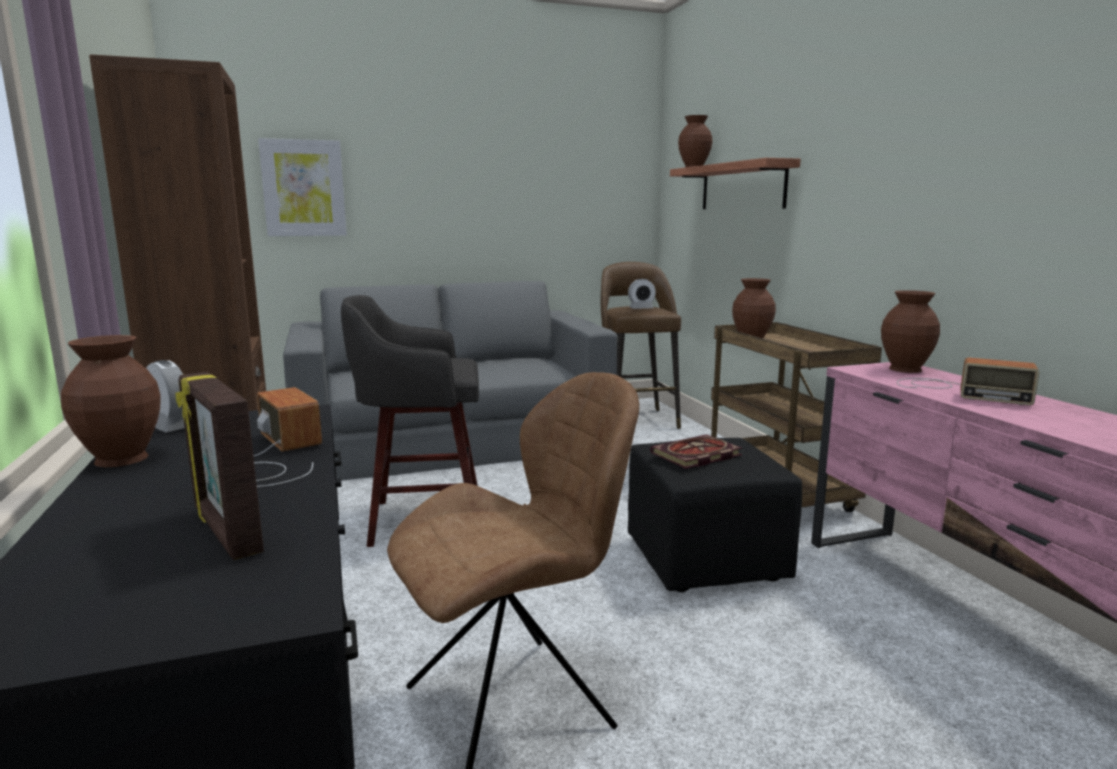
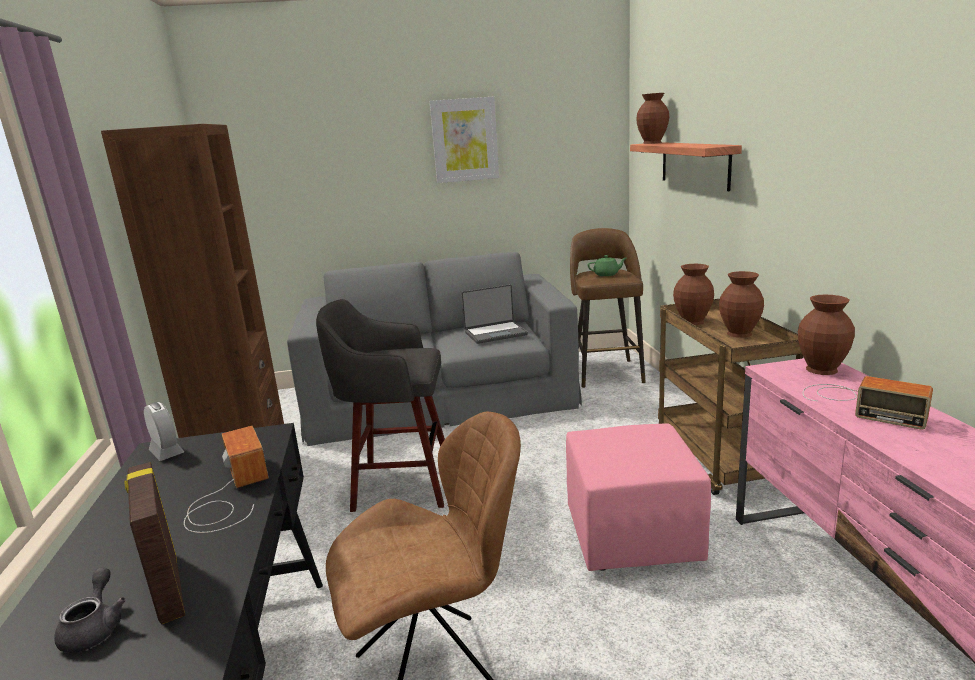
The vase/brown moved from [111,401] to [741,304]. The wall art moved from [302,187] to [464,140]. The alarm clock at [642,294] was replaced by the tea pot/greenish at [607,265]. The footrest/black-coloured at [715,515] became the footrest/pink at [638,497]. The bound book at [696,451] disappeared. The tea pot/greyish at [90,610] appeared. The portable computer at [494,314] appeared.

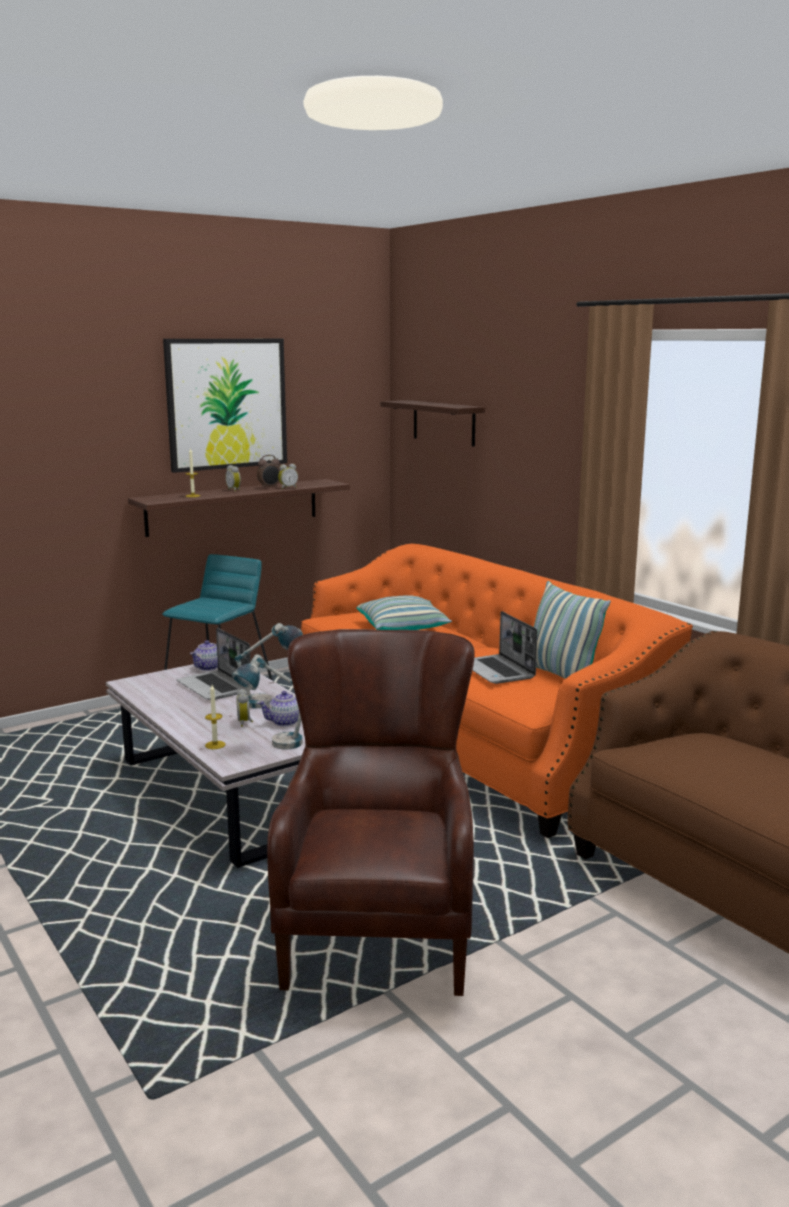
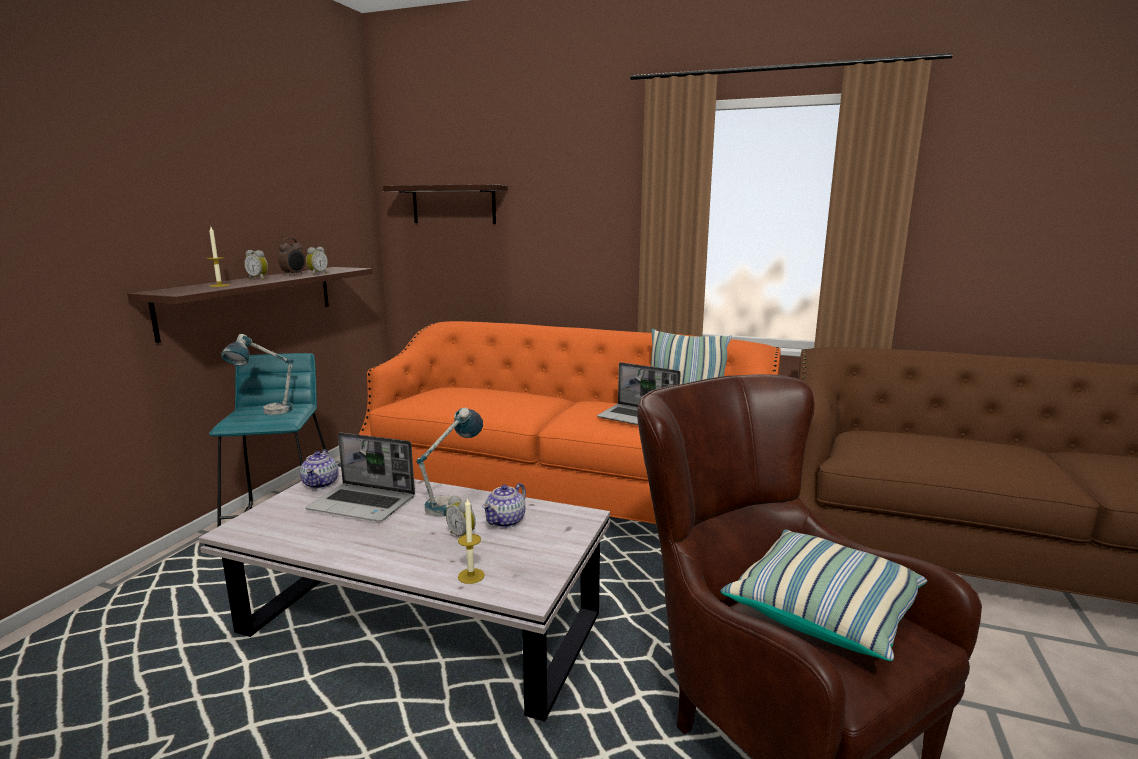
The wall art at [225,406] disappeared. The table lamp moved from [267,702] to [257,374]. The cushion moved from [404,612] to [823,595].

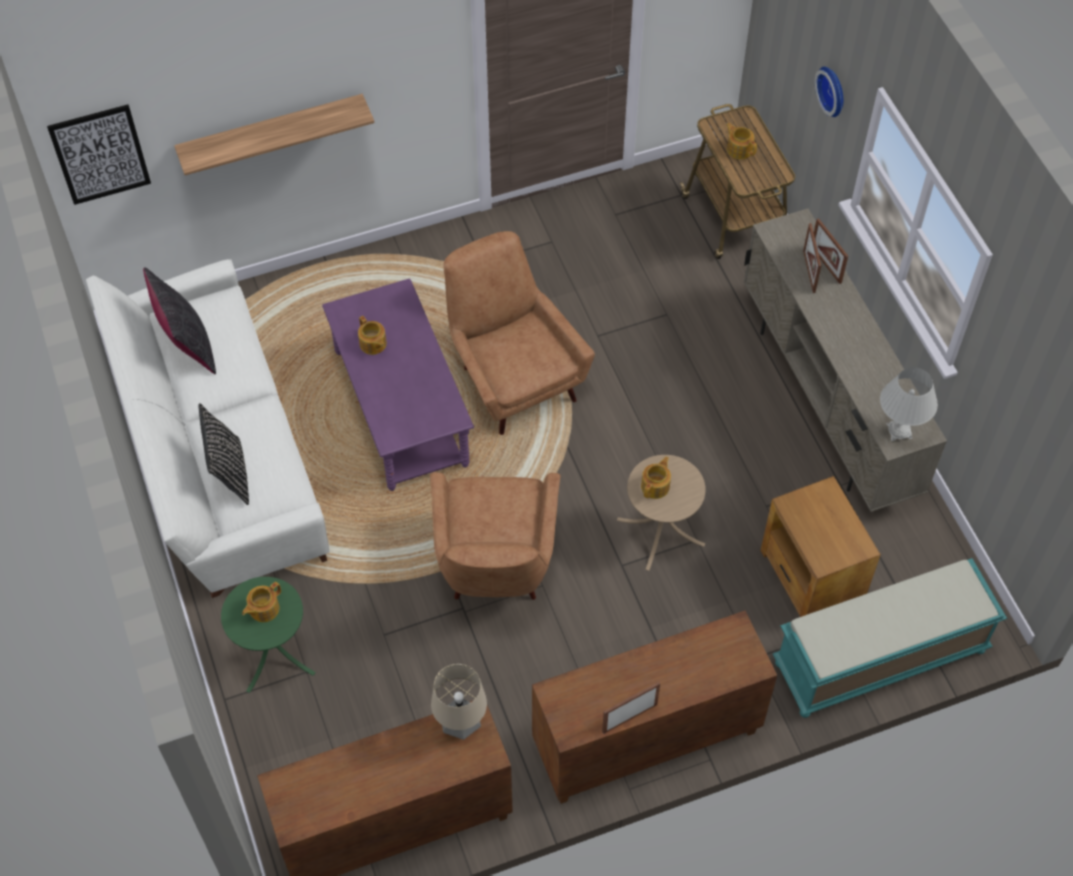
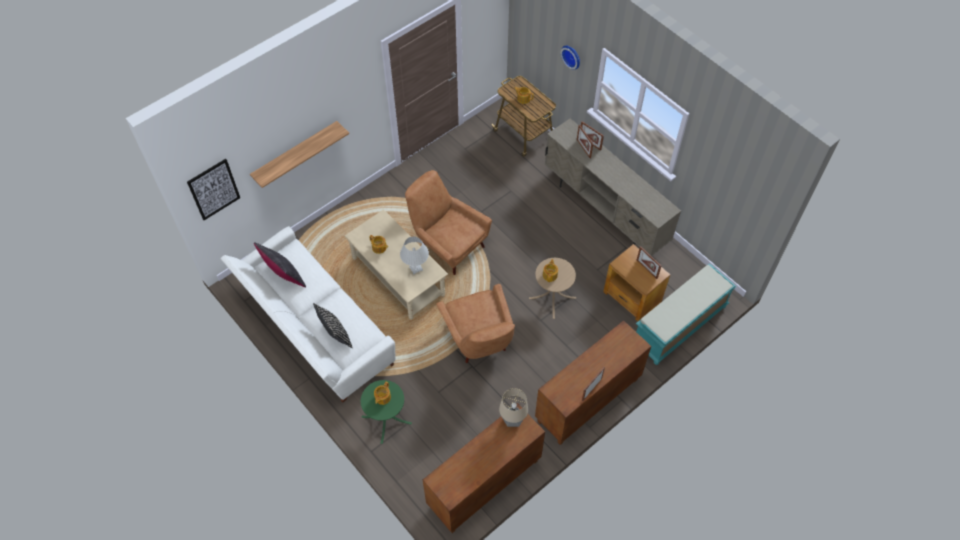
The low table/purple at [398,385] became the low table/sand-coloured at [396,265]. The table lamp/whitish moved from [909,404] to [414,255]. The photo frame at [649,263] appeared.

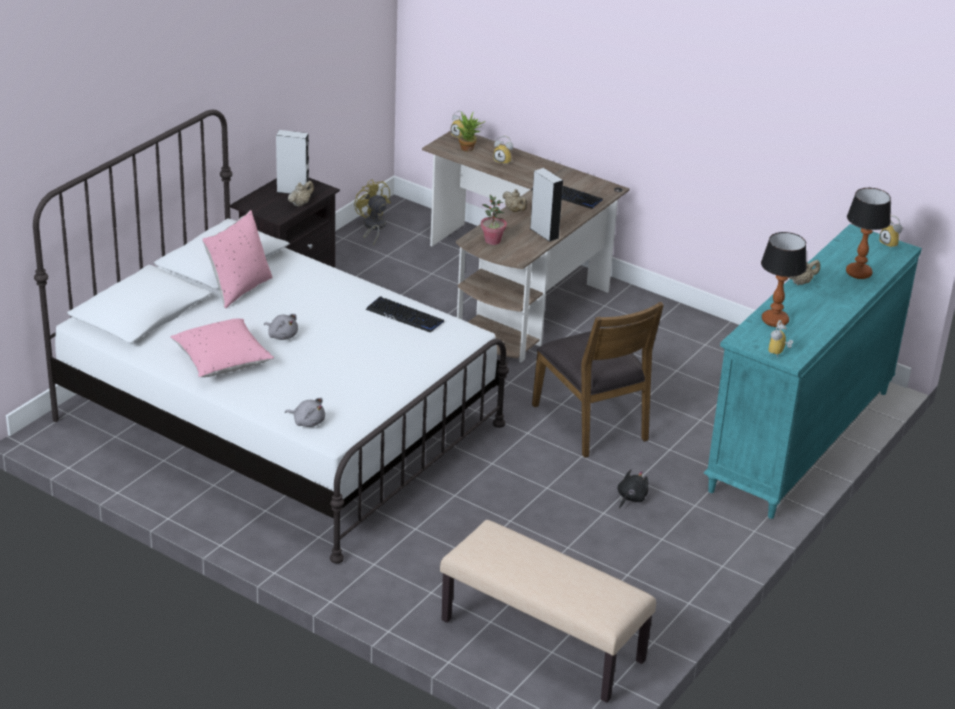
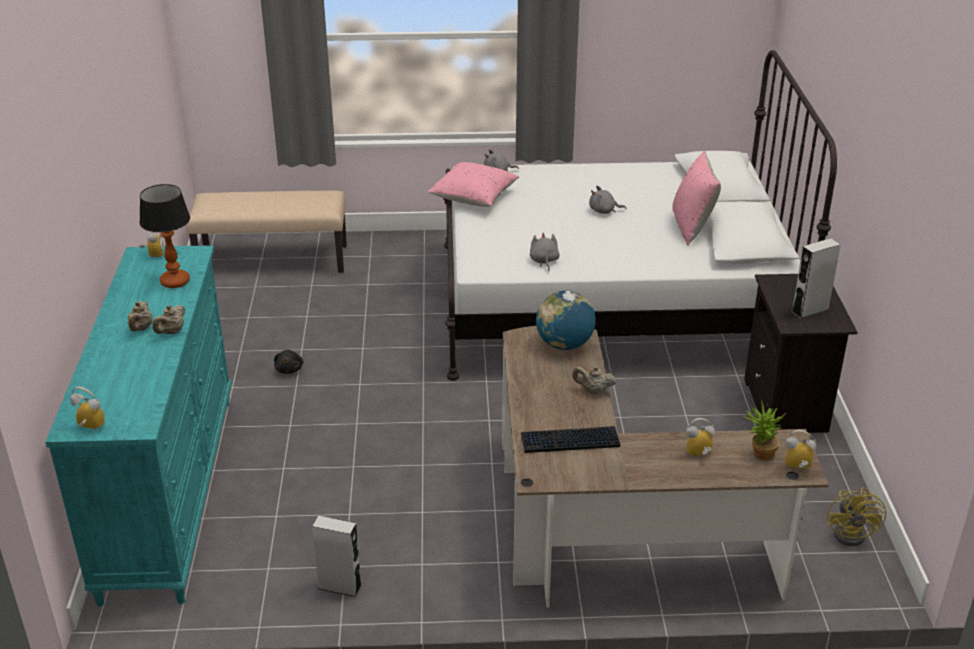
The cushion/pink moved from [222,348] to [473,184]. The tea pot/sand-coloured moved from [301,194] to [140,316]. The electric fan/yellow at [372,212] turned 75 degrees clockwise. The keyboard at [405,314] was replaced by the soft toy/greyish at [545,252]. The houseplant at [494,220] was replaced by the world globe at [566,320]. The loudspeaker/greyish moved from [546,205] to [337,556]. The plain chair/brown at [598,380] disappeared. The table lamp at [868,233] disappeared.

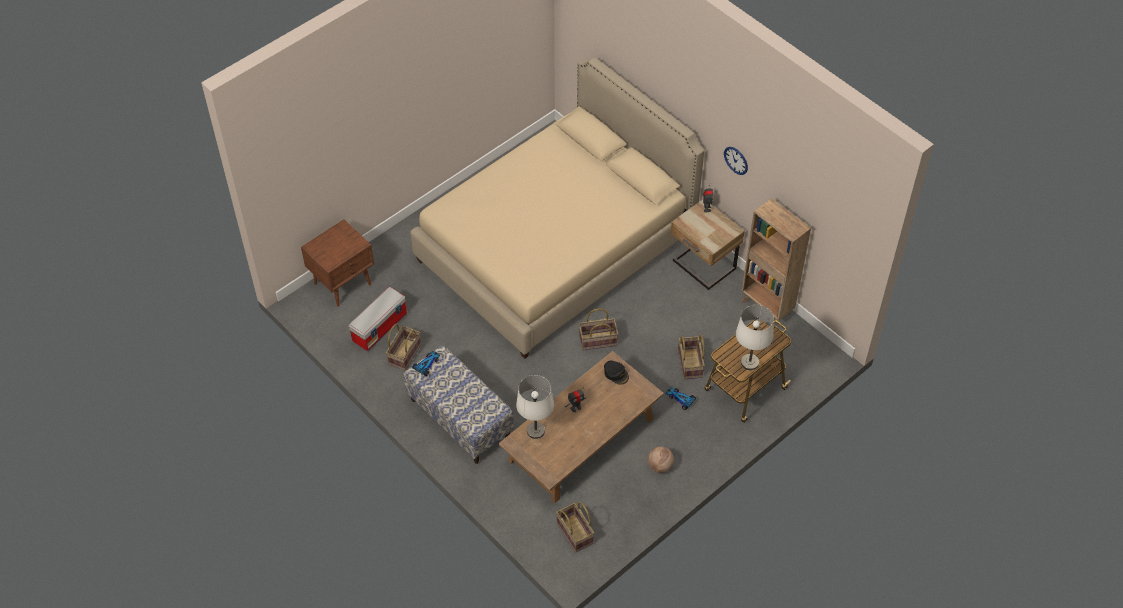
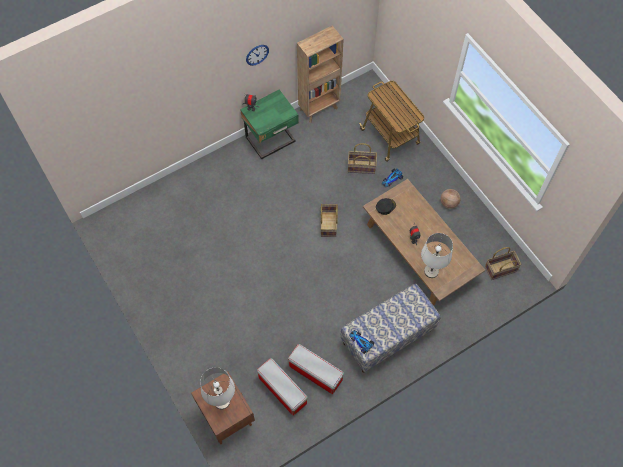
The basket at [403,347] was replaced by the storage container at [316,369]. The bedroom bed/sand-coloured at [557,208] disappeared. The nightstand/sand-coloured at [708,244] became the nightstand/greenish at [269,124]. The table lamp/whitish moved from [755,337] to [217,388].

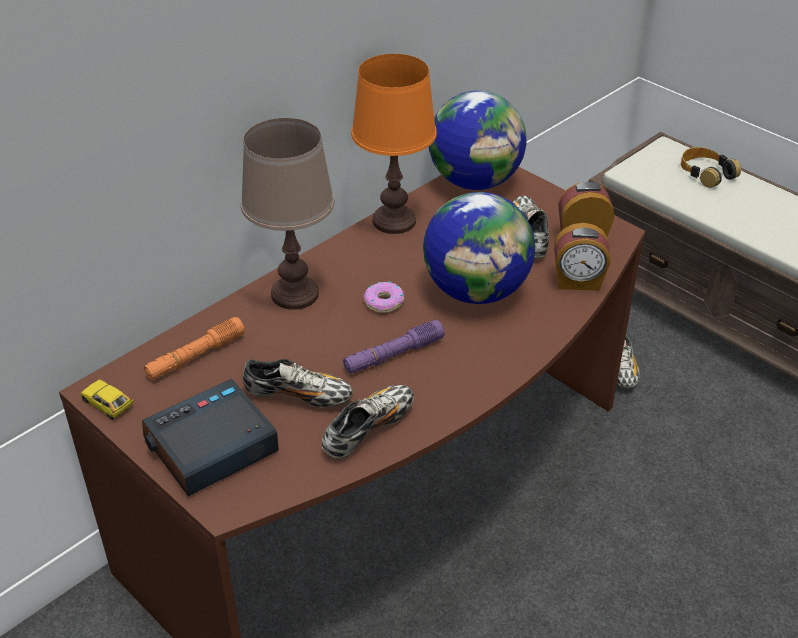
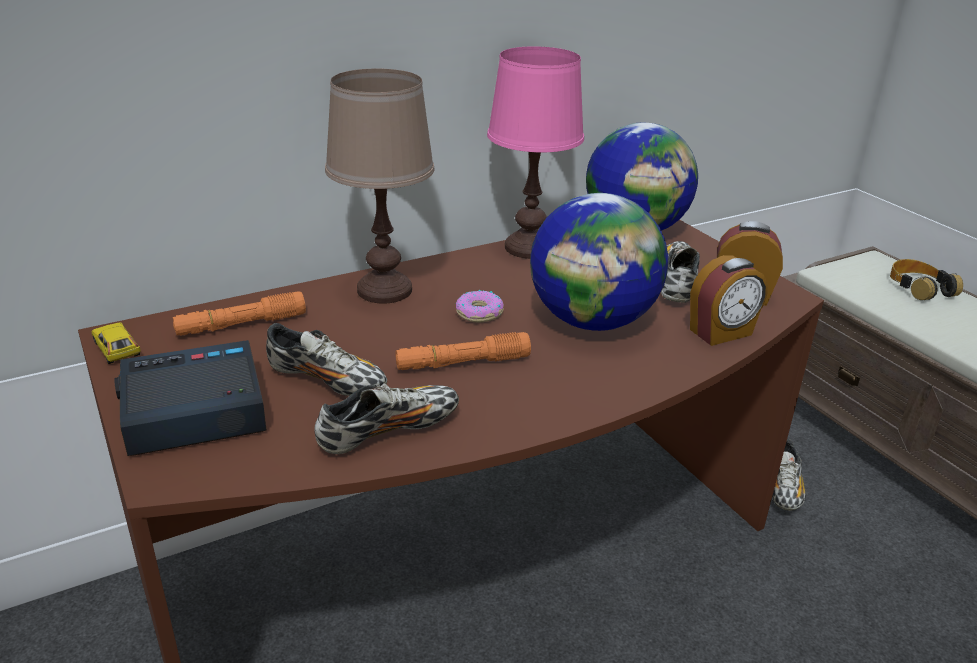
The flashlight/purple at [394,347] became the flashlight/orange at [463,351]. The table lamp/orange at [394,144] became the table lamp/pink at [535,152]. The alarm clock at [582,257] turned 45 degrees counterclockwise.

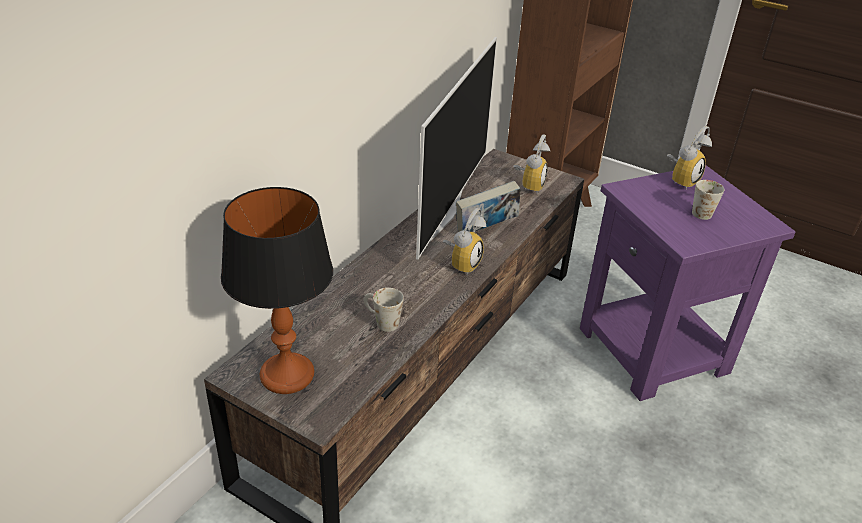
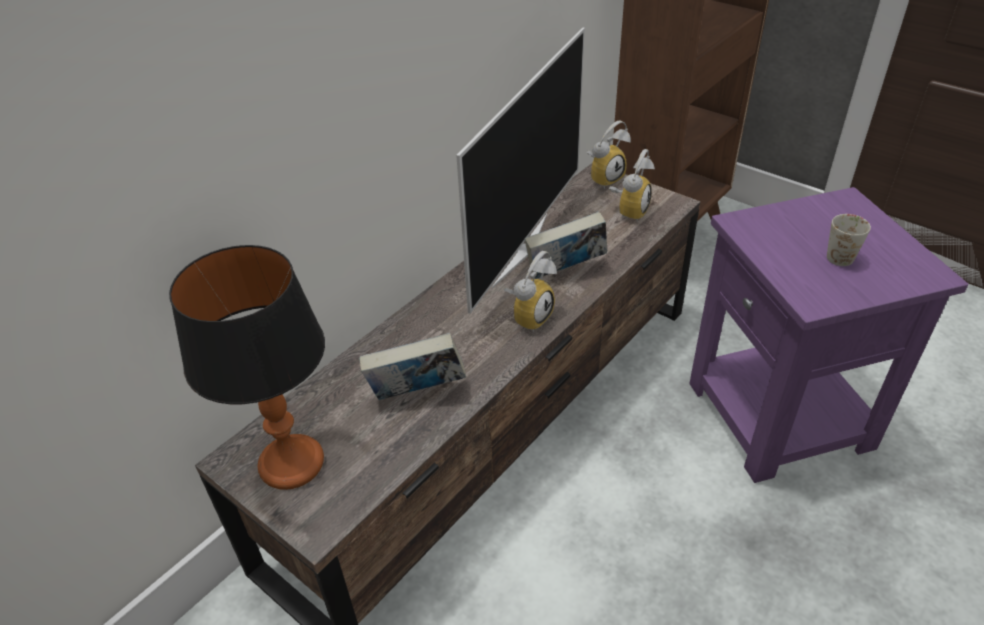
The tea mug/whitish at [384,310] was replaced by the bound book at [412,366]. The alarm clock moved from [689,157] to [609,155].

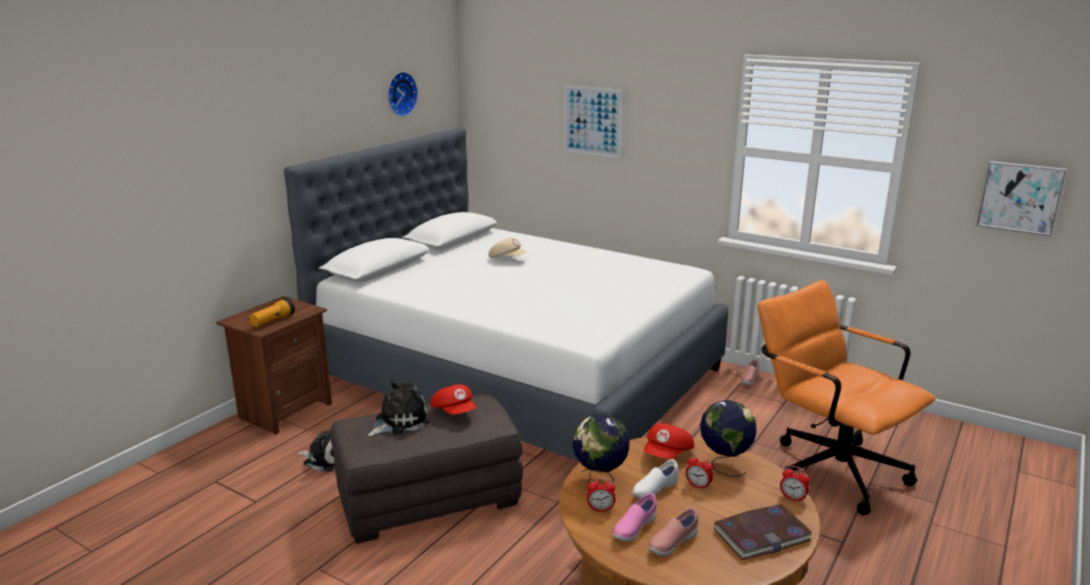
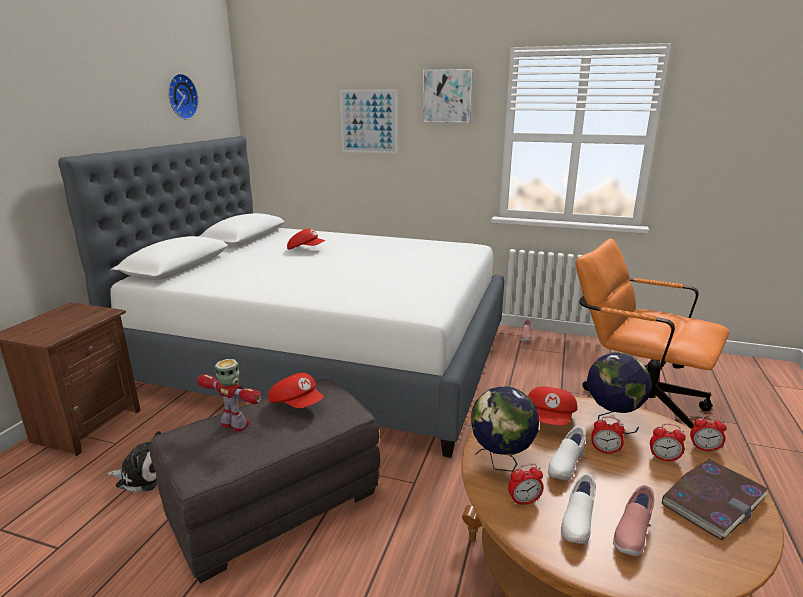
The flashlight at [272,312] disappeared. The soft toy at [399,407] was replaced by the robot figure at [229,395]. The peaked cap/sand-coloured at [508,248] became the peaked cap/reddish at [306,239]. The shoe/pink at [635,517] became the shoe/whitish at [578,508]. The wall art moved from [1022,198] to [448,96]. The alarm clock at [668,442] appeared.

